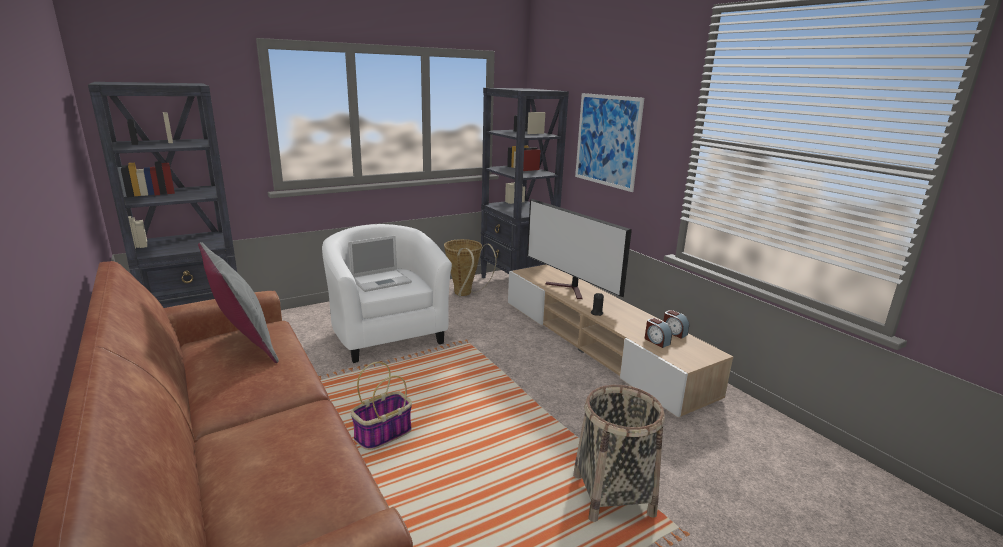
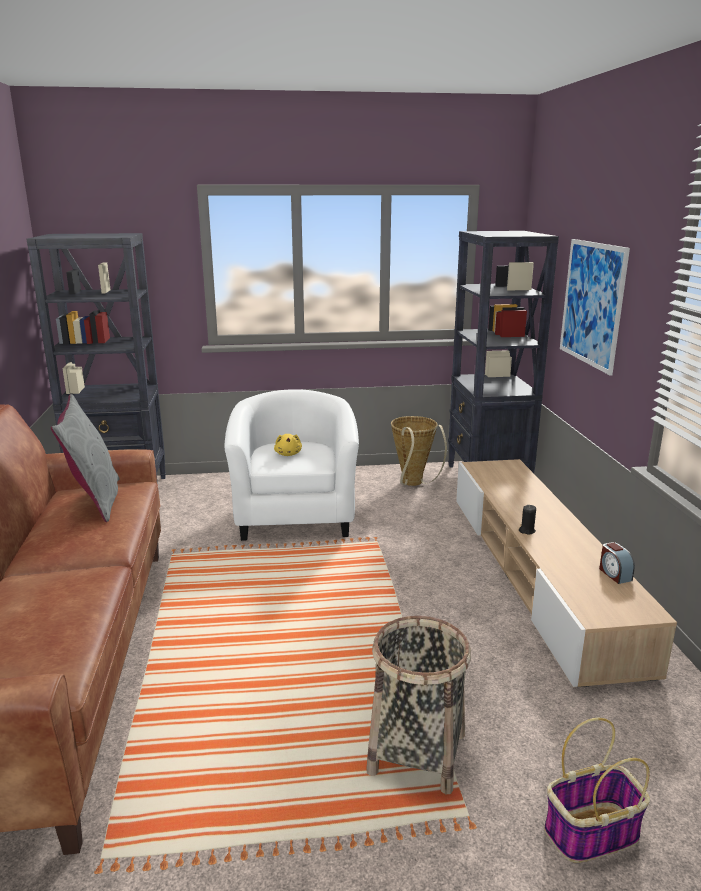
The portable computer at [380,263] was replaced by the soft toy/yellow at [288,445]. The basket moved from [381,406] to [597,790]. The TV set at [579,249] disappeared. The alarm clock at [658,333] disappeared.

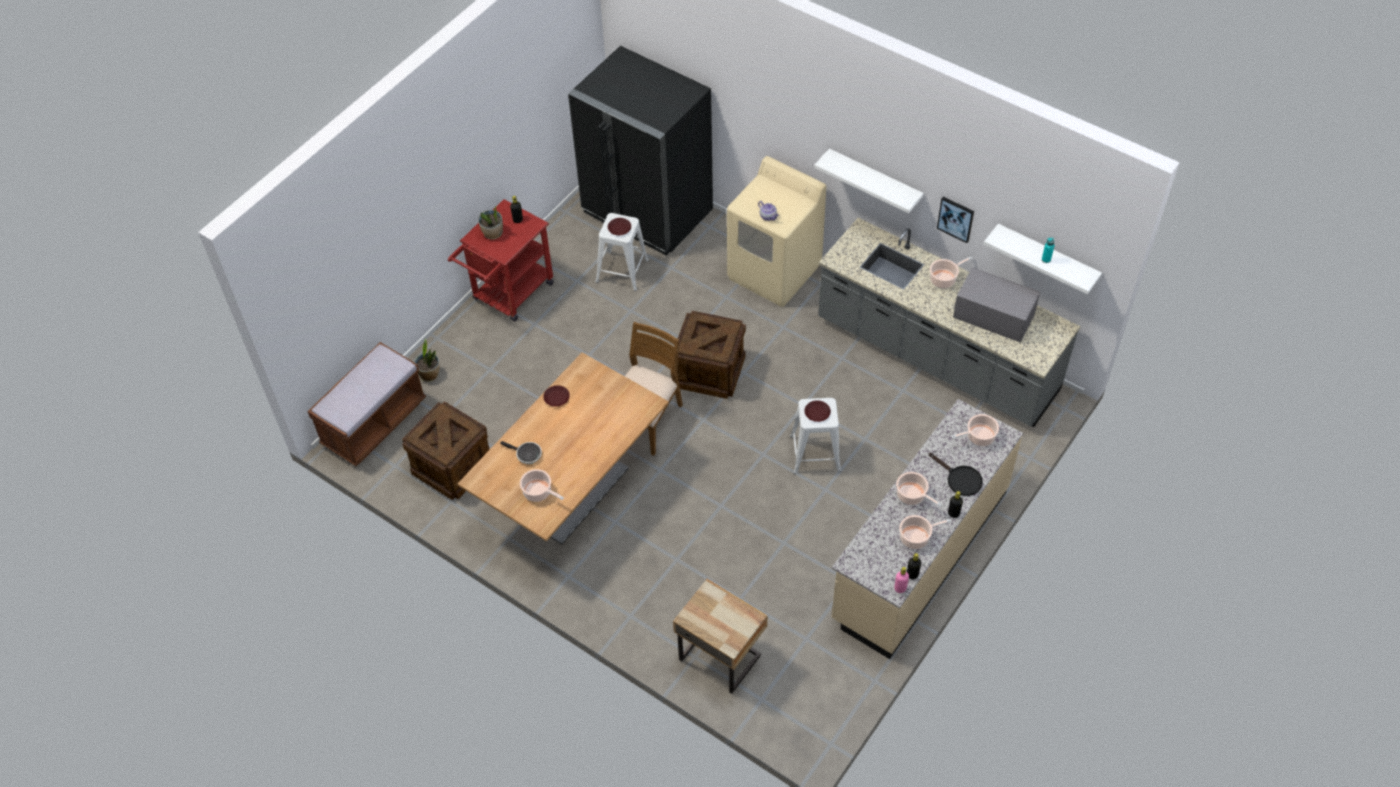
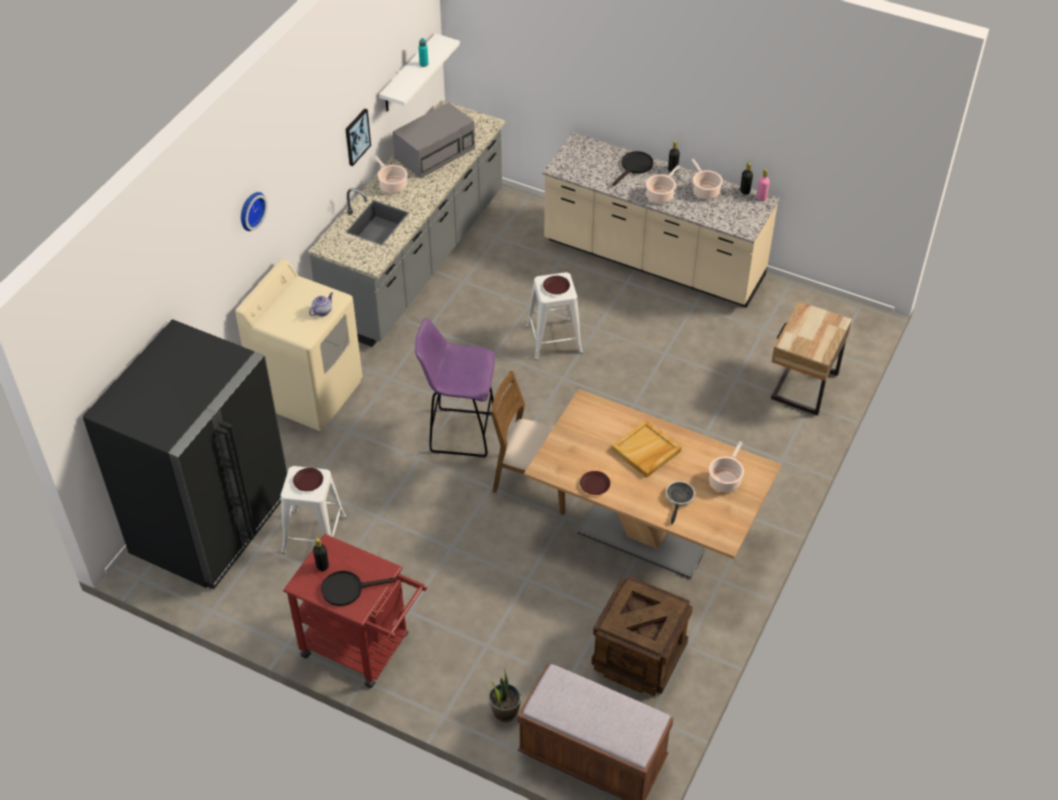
The houseplant at [490,222] was replaced by the pan/black-coloured at [359,588]. The packing crate at [711,355] was replaced by the stool seat/purple at [455,388]. The shelf/whitish at [869,180] disappeared. The saucepot at [975,430] disappeared. The microwave oven/greyish at [996,305] turned 150 degrees counterclockwise. The clock on the wall at [254,211] appeared. The tray/sand-coloured at [646,449] appeared.

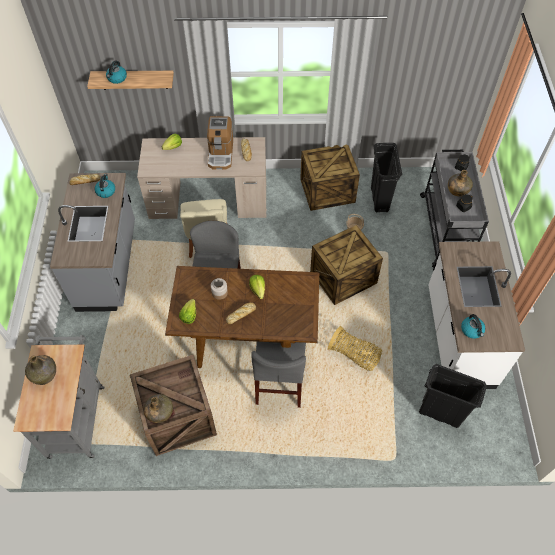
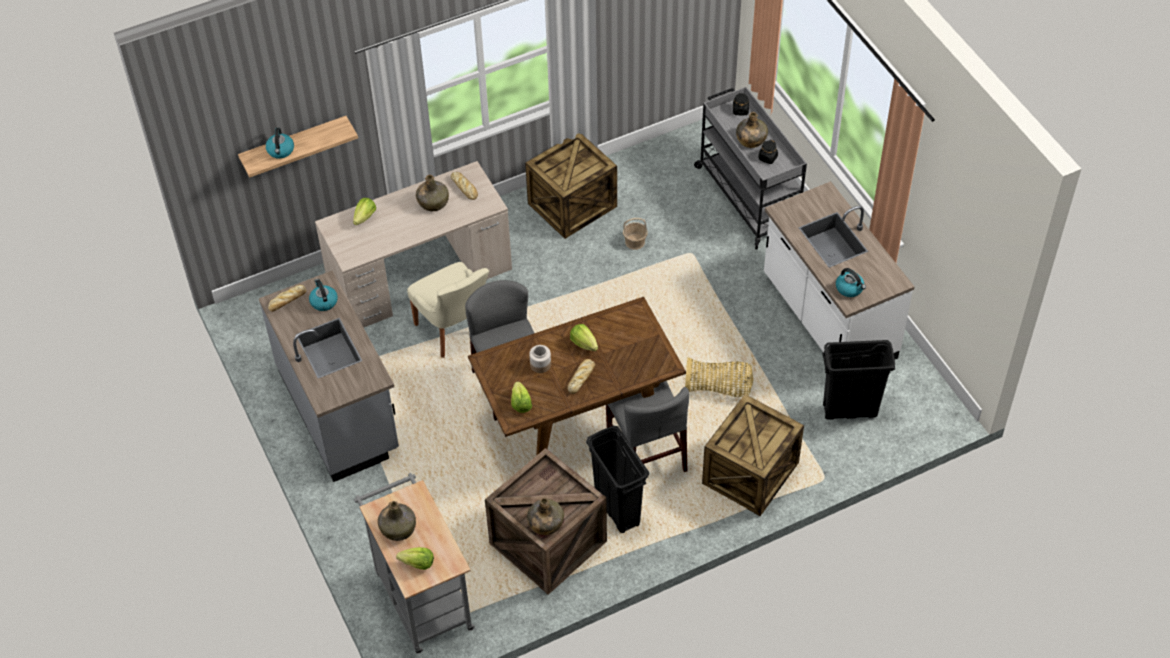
The coffee machine at [220,143] was replaced by the bottle/greenish at [432,193]. The packing crate moved from [346,265] to [753,455]. The trash can/black-coloured moved from [386,178] to [617,479]. The head of lettuce at [415,558] appeared.

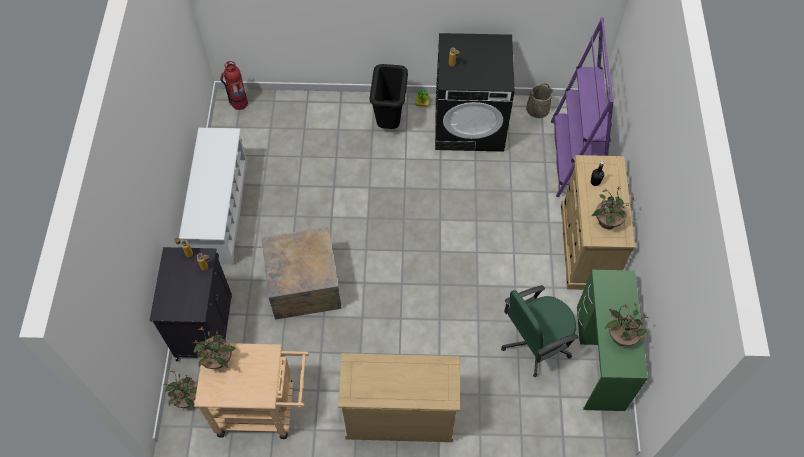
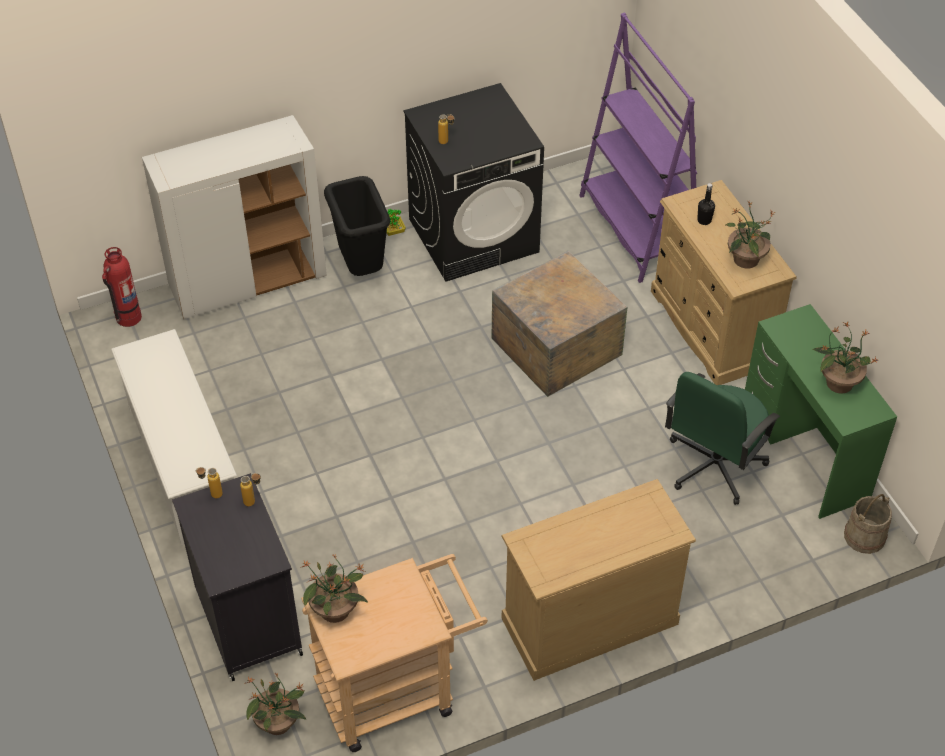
The packing crate moved from [301,273] to [560,324]. The water bucket/sand-coloured moved from [540,101] to [868,524]. The storage cabinet/whitish at [234,217] appeared.

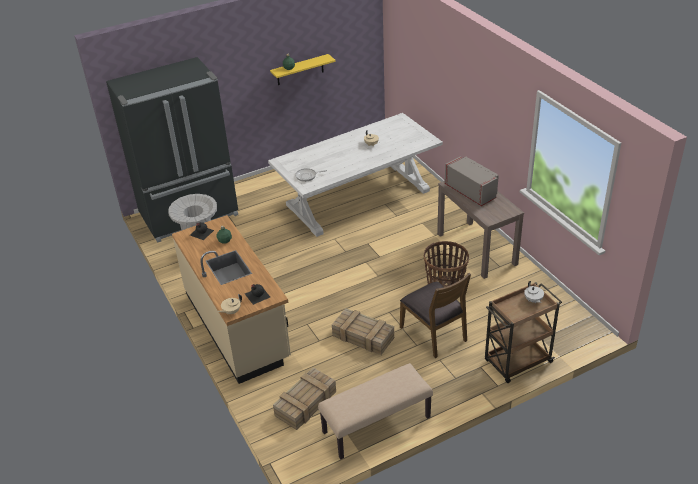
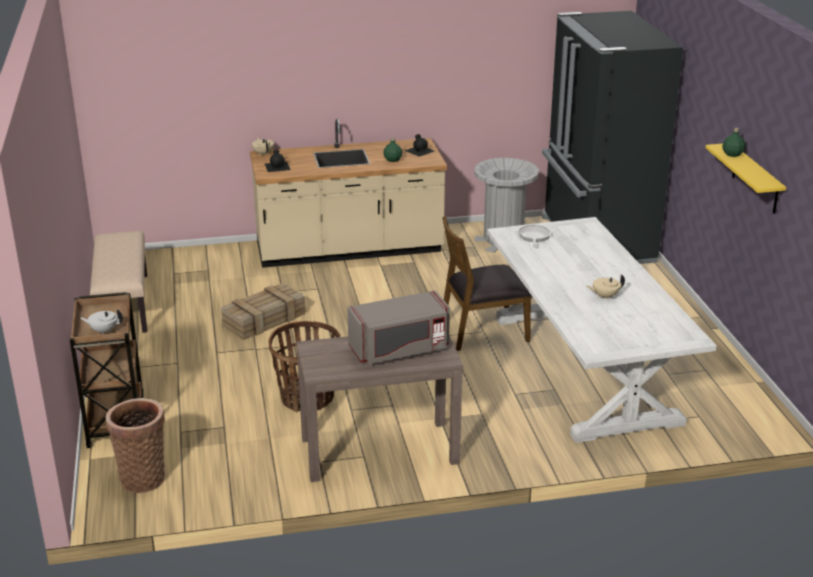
The packing crate at [304,399] disappeared. The plain chair/brown moved from [435,315] to [486,283]. The basket at [135,445] appeared.

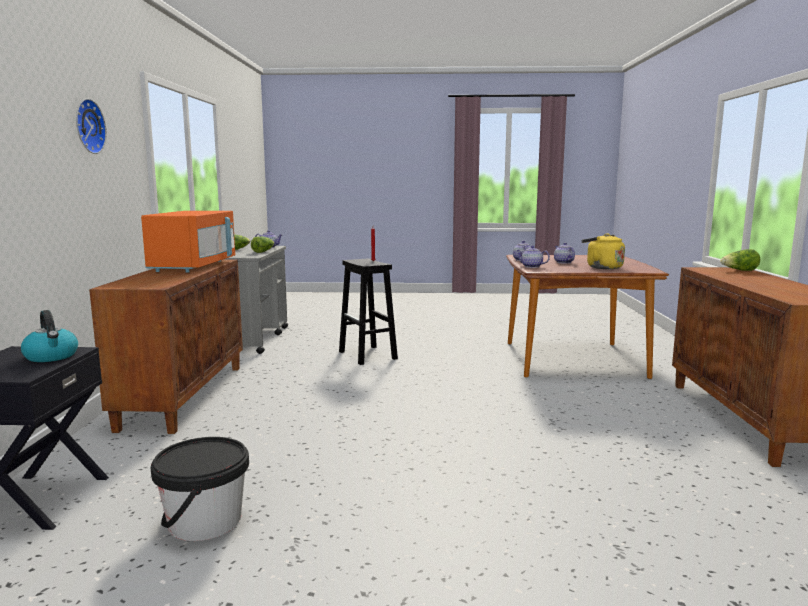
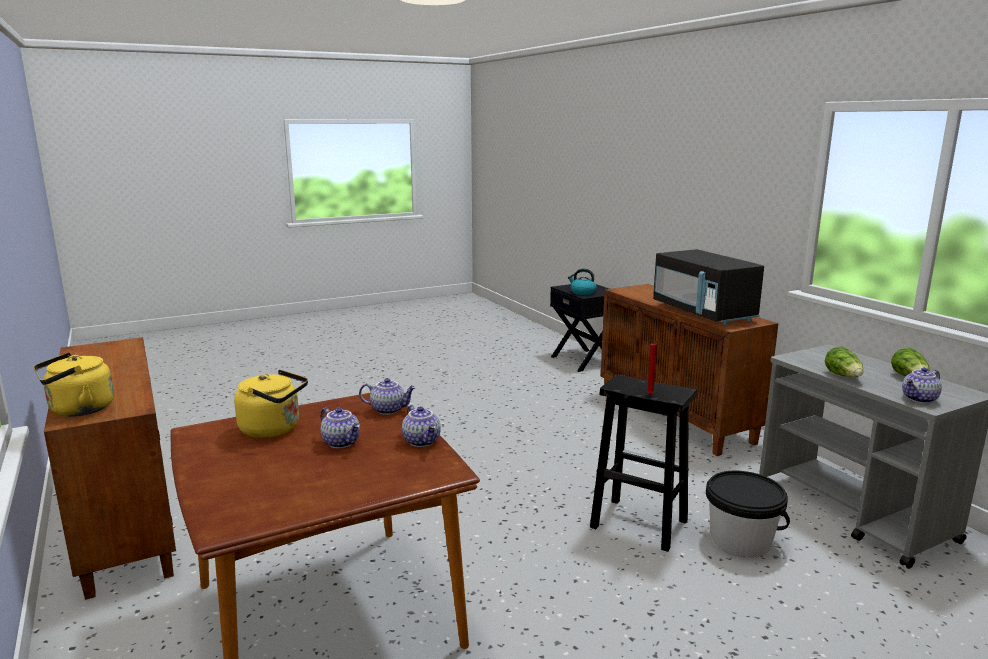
The clock on the wall at [91,126] disappeared. The microwave oven/orange at [188,242] became the microwave oven/black-coloured at [708,287]. The water bucket/black-coloured moved from [200,489] to [748,514]. The head of lettuce at [740,260] was replaced by the tea kettle/yellow at [73,384].

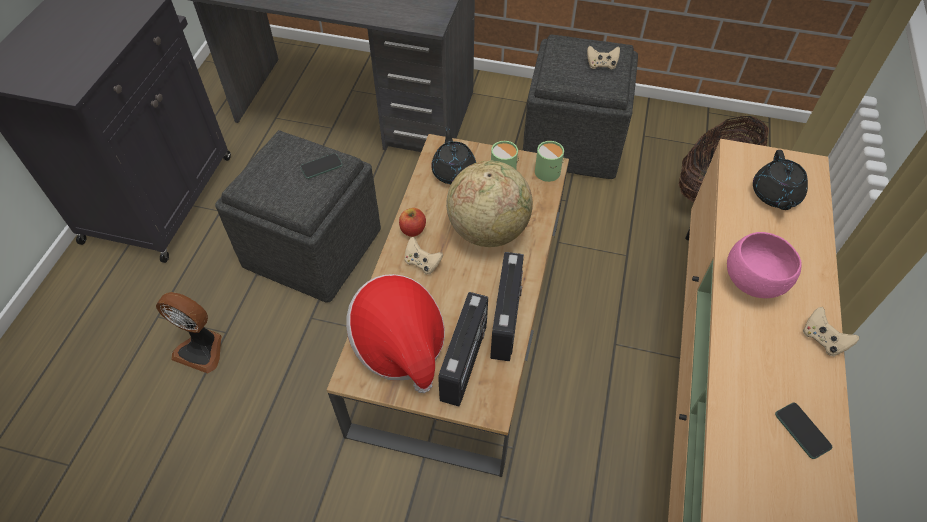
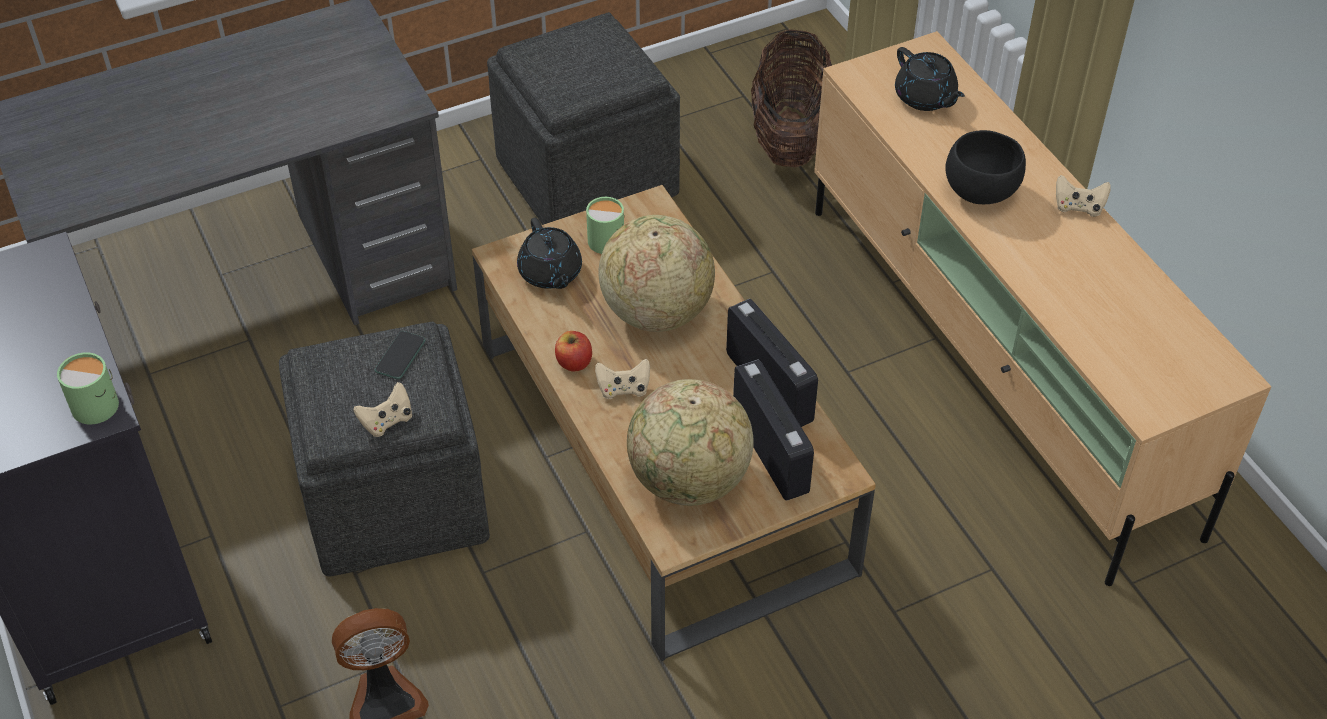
The wearable hat at [395,333] was replaced by the world globe at [690,442]. The tea pot/black-coloured at [453,155] turned 150 degrees counterclockwise. The tea mug/greenish moved from [550,161] to [88,388]. The game controller/sand-coloured moved from [603,57] to [382,409]. The bowl/pink at [764,265] became the bowl/black-coloured at [985,167]. The telephone at [803,431] disappeared.

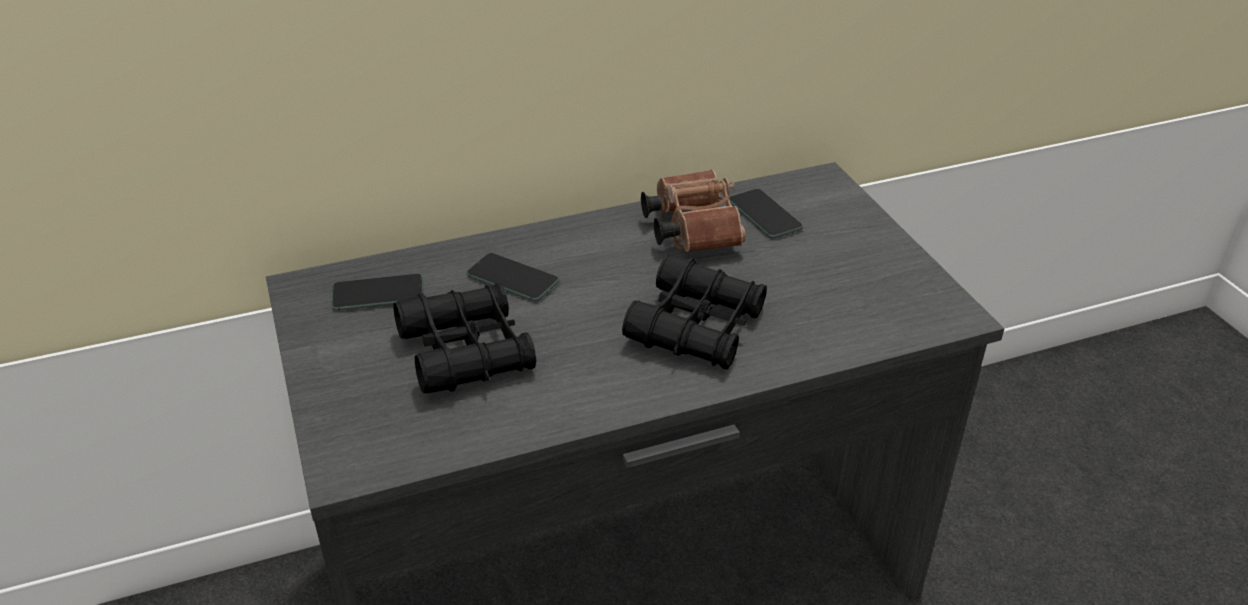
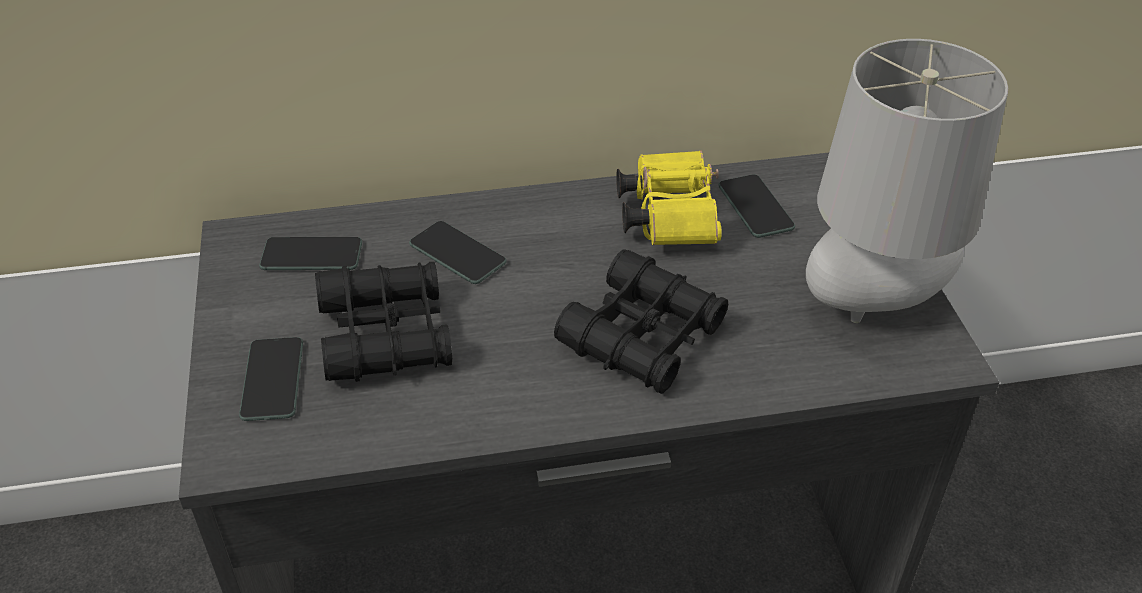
The binoculars/brown at [693,211] became the binoculars/yellow at [669,197]. The telephone at [271,379] appeared. The table lamp/greyish at [907,181] appeared.

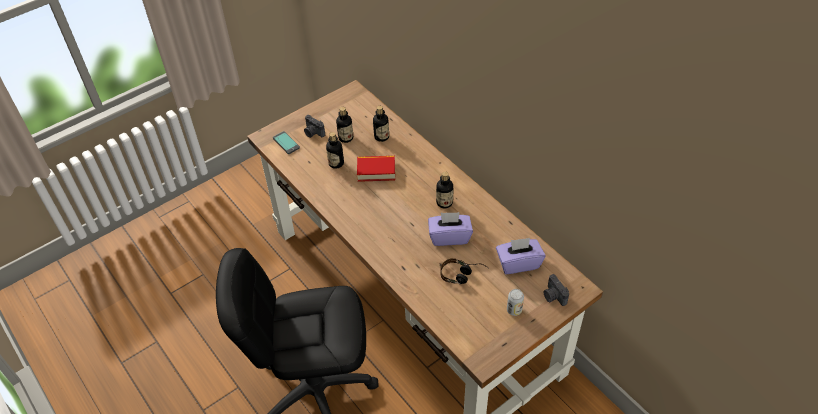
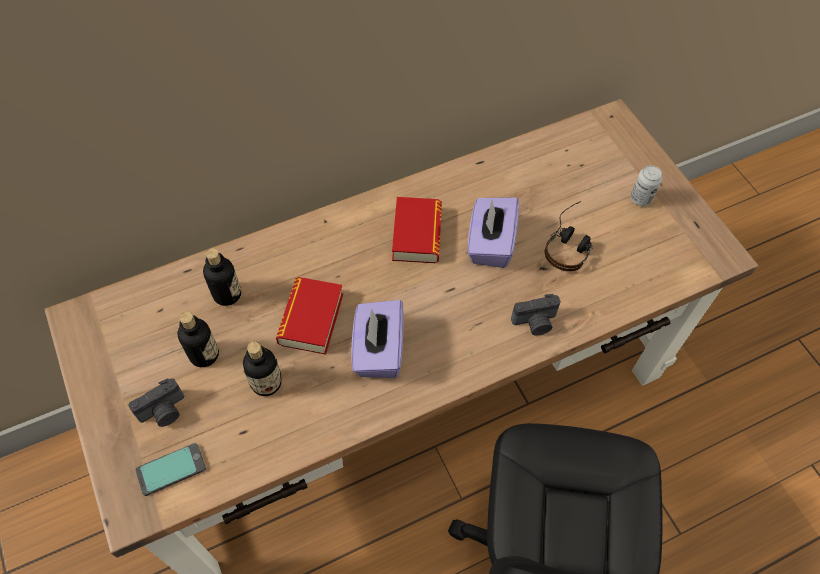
The bottle at [445,189] was replaced by the bound book at [417,230]. The tissue holder/purple moved from [520,256] to [377,339]. The photo camera moved from [556,290] to [536,315].

